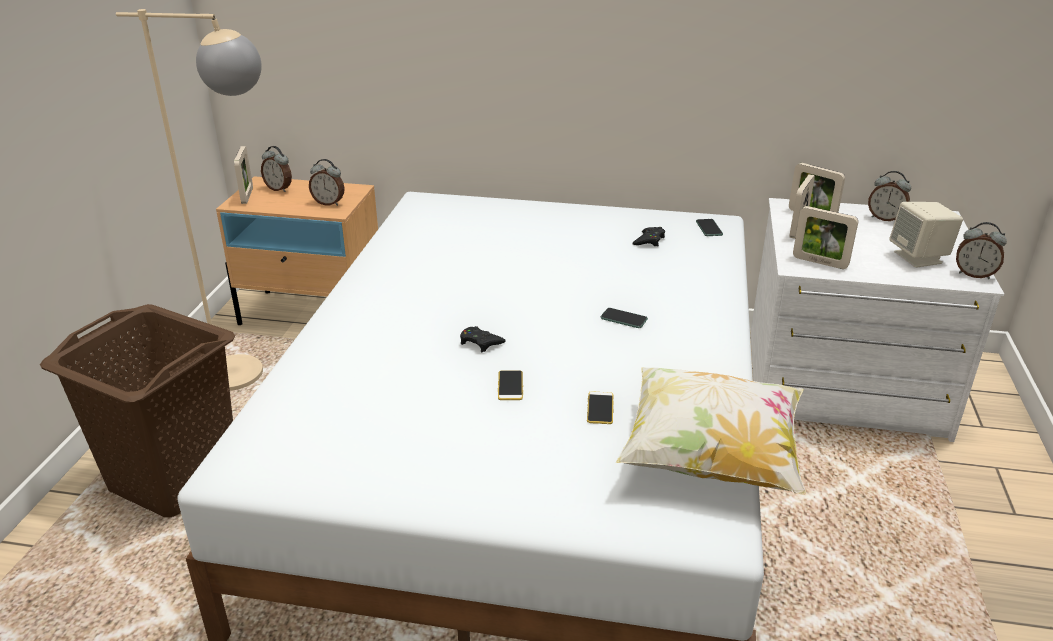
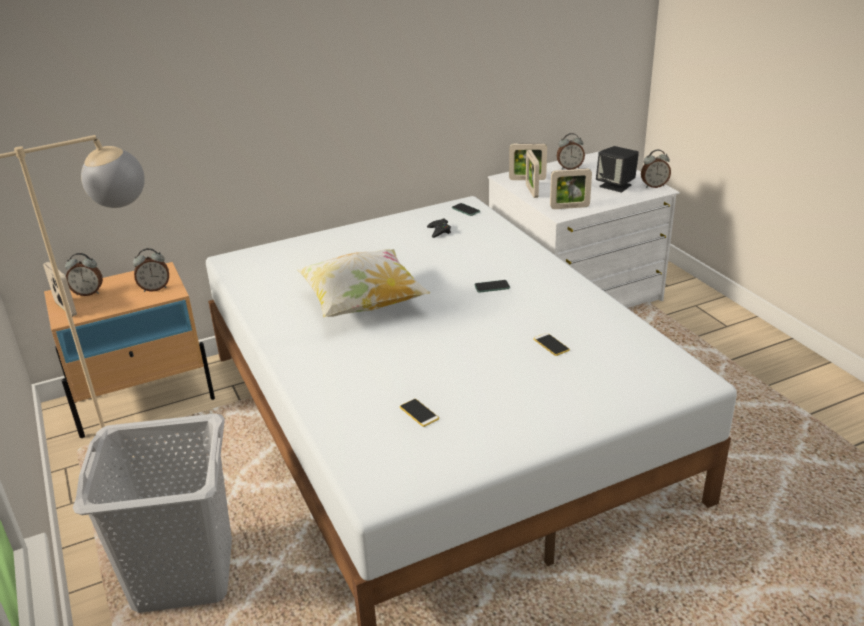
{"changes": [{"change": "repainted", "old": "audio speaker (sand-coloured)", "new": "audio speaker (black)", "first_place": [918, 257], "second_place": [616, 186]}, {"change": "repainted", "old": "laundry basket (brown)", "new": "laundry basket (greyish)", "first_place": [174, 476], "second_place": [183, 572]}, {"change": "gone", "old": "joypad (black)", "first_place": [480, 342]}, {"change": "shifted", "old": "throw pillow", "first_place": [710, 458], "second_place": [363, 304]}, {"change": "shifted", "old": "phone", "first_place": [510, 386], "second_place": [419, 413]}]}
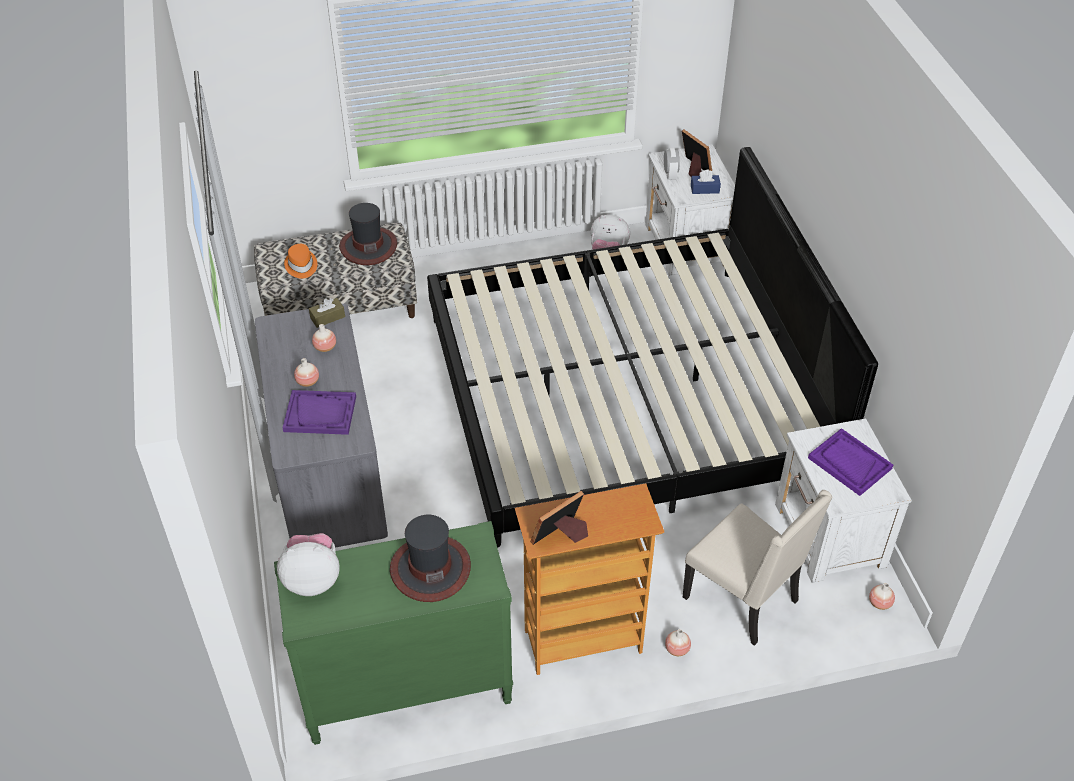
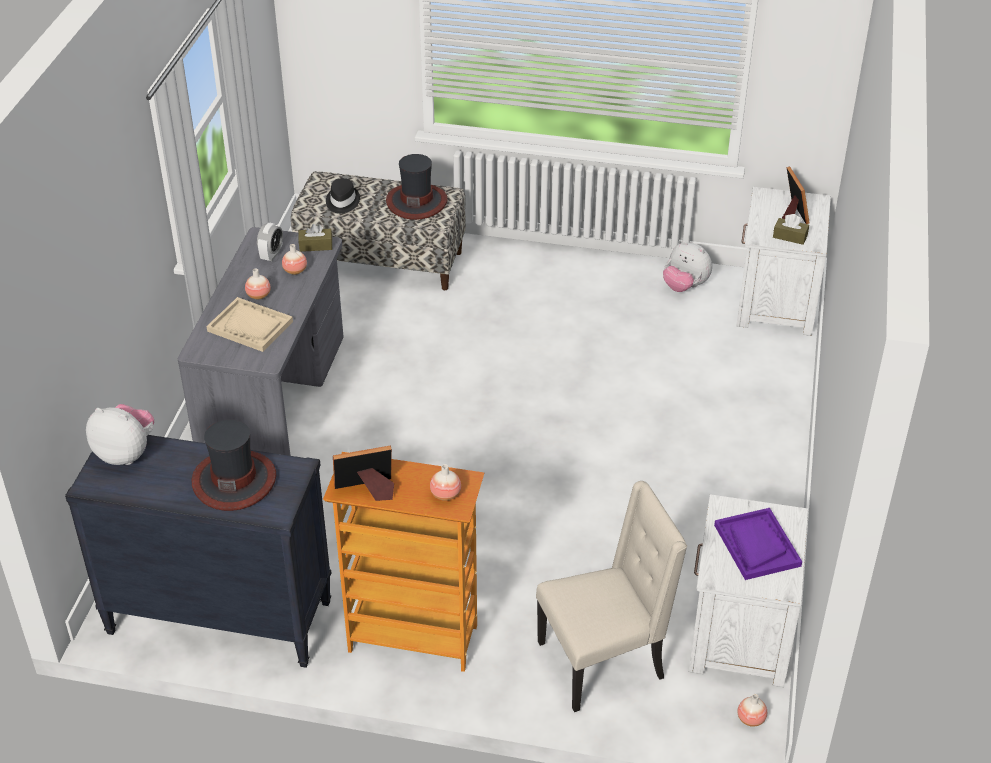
{"changes": [{"change": "gone", "old": "sleeping bed", "first_place": [625, 396]}, {"change": "shifted", "old": "table clock", "first_place": [670, 174], "second_place": [271, 255]}, {"change": "repainted", "old": "tissue box (blue)", "new": "tissue box (brown)", "first_place": [704, 189], "second_place": [790, 236]}, {"change": "repainted", "old": "wearable hat (orange-coloured)", "new": "wearable hat (black)", "first_place": [301, 266], "second_place": [342, 202]}, {"change": "repainted", "old": "tray (purple-coloured)", "new": "tray (sand-coloured)", "first_place": [320, 414], "second_place": [250, 326]}, {"change": "rotated", "old": "chair (sand-coloured)", "first_place": [743, 599], "second_place": [603, 661], "degrees": -90}, {"change": "repainted", "old": "drawer chest (green)", "new": "drawer chest (black)", "first_place": [406, 689], "second_place": [218, 618]}, {"change": "shifted", "old": "flower vase", "first_place": [677, 649], "second_place": [445, 494]}]}
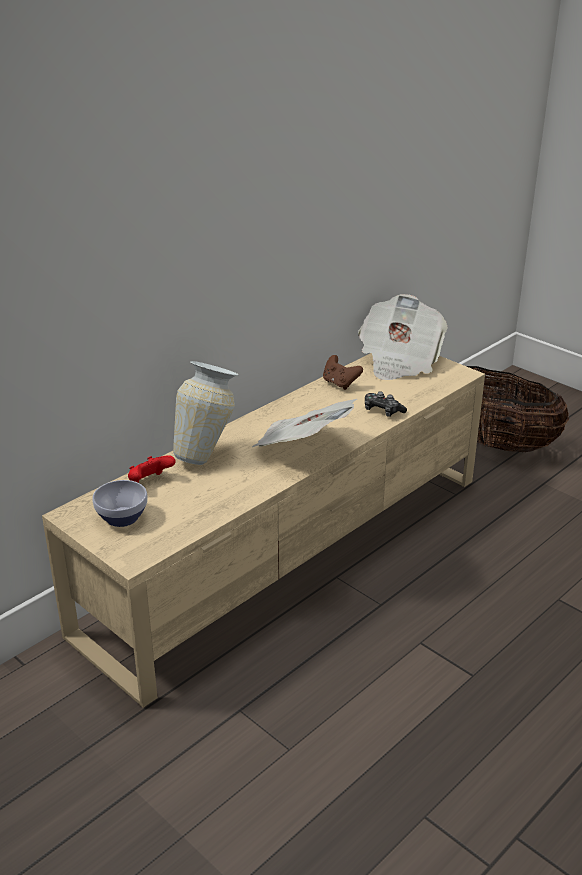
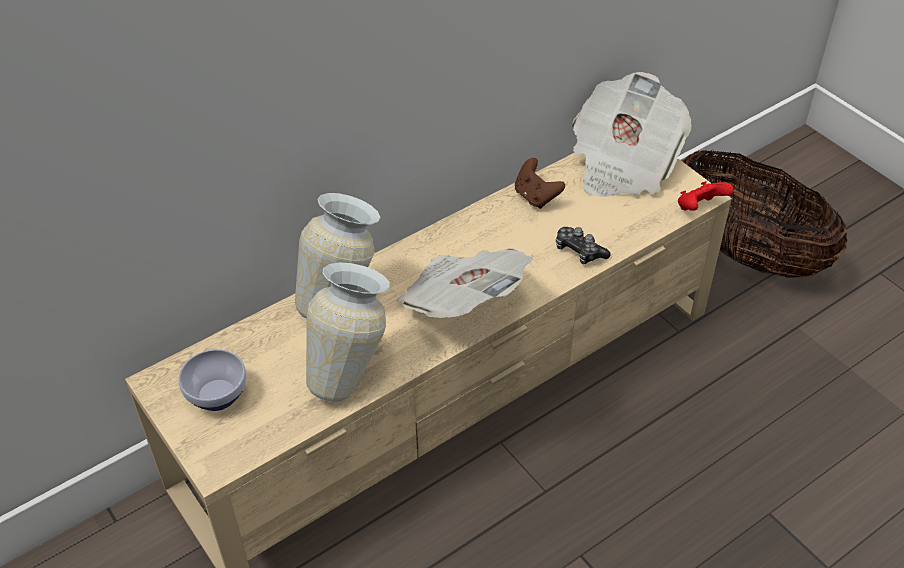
{"changes": [{"change": "shifted", "old": "joypad (red)", "first_place": [150, 482], "second_place": [699, 209]}, {"change": "new", "new": "flower vase", "second_place": [353, 372]}]}
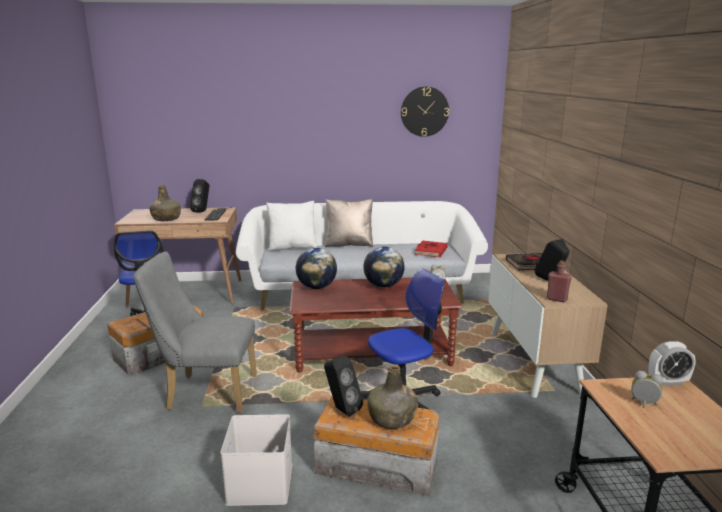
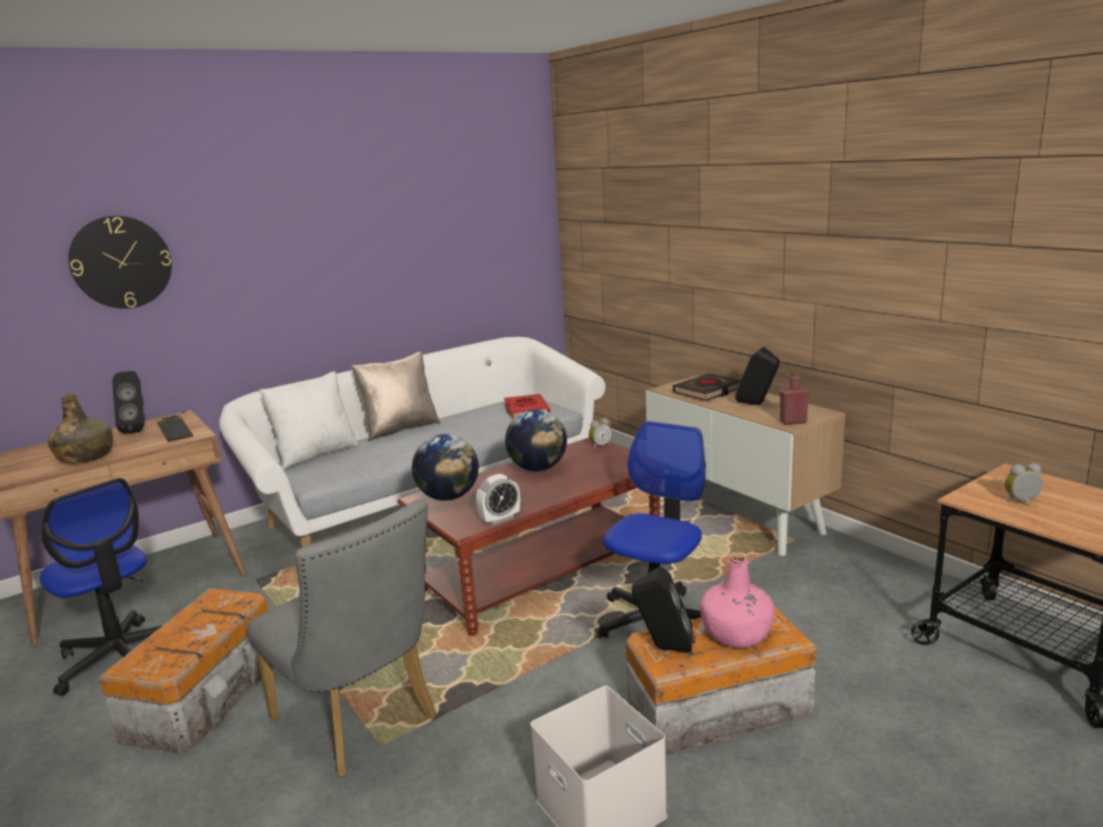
{"changes": [{"change": "shifted", "old": "wall clock", "first_place": [424, 111], "second_place": [121, 262]}, {"change": "rotated", "old": "chair (greyish)", "first_place": [205, 393], "second_place": [362, 723], "degrees": -105}, {"change": "shifted", "old": "table clock", "first_place": [667, 382], "second_place": [500, 519]}, {"change": "repainted", "old": "beverage bottle (green)", "new": "beverage bottle (pink)", "first_place": [392, 419], "second_place": [737, 633]}]}
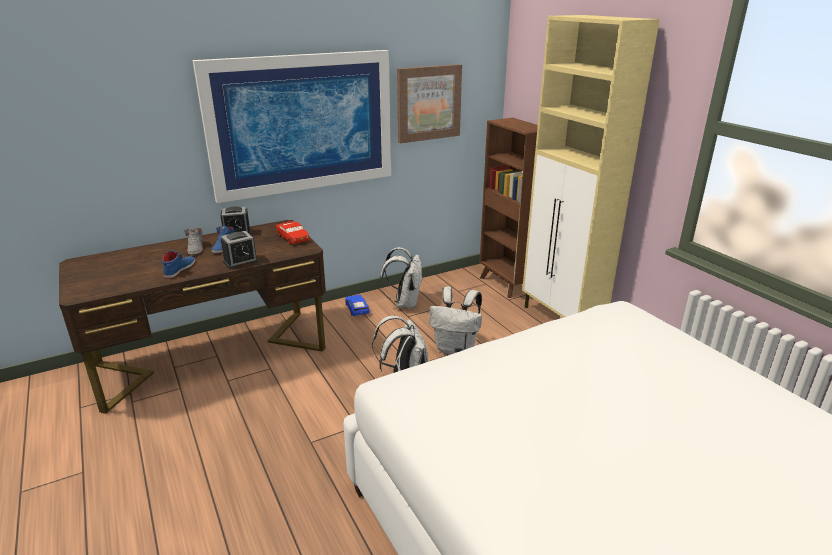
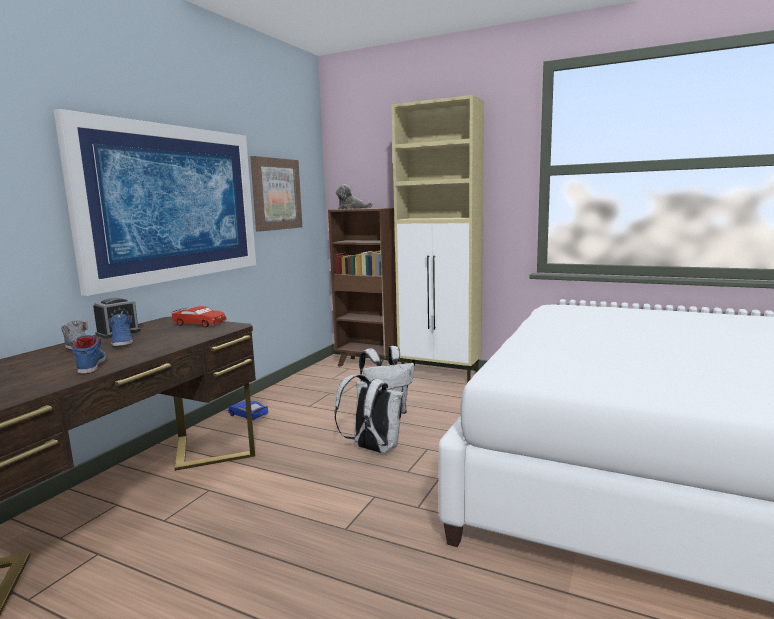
{"changes": [{"change": "gone", "old": "table clock", "first_place": [240, 261]}, {"change": "gone", "old": "rucksack (white-coloured)", "first_place": [405, 303]}, {"change": "new", "new": "soft toy", "second_place": [351, 208]}]}
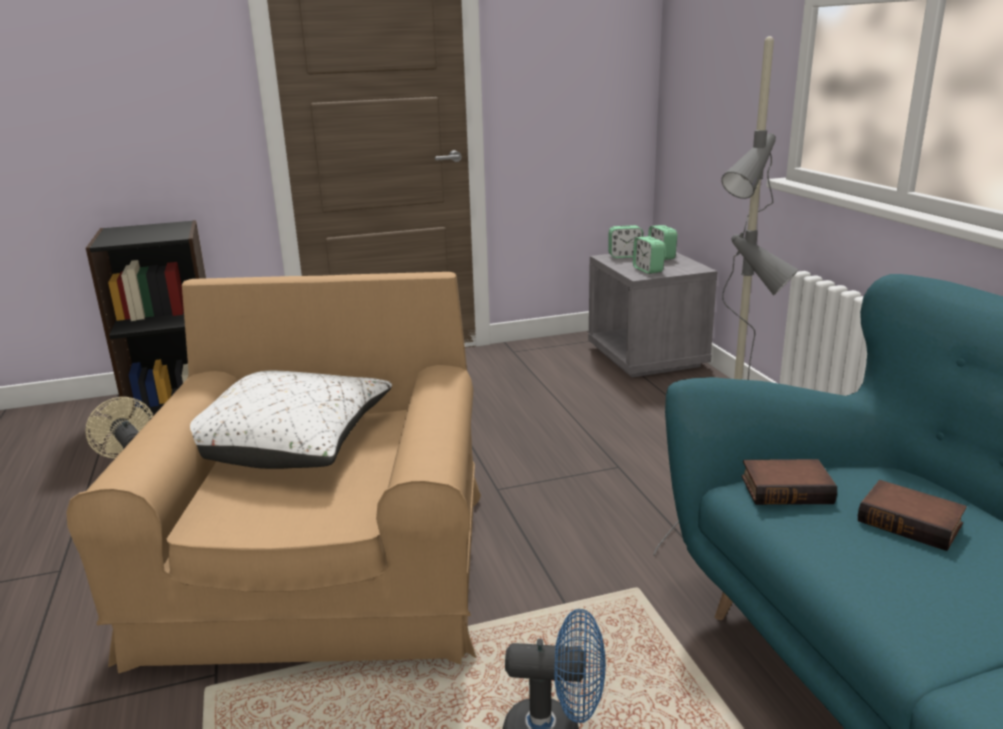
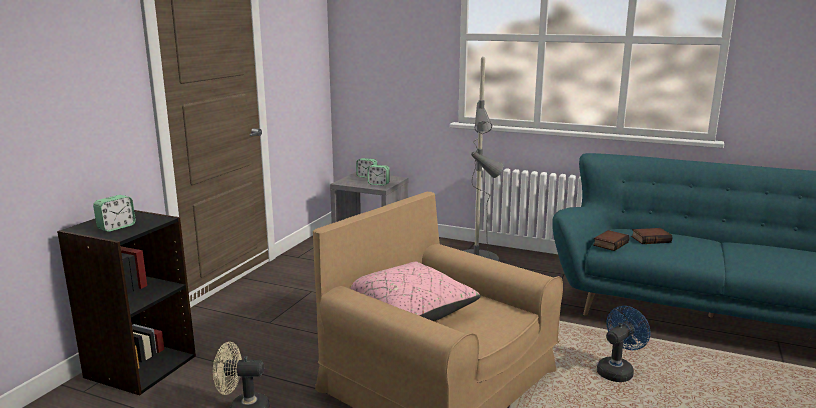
{"changes": [{"change": "shifted", "old": "table clock", "first_place": [625, 256], "second_place": [116, 227]}, {"change": "repainted", "old": "throw pillow (white-coloured)", "new": "throw pillow (pink)", "first_place": [291, 444], "second_place": [408, 310]}]}
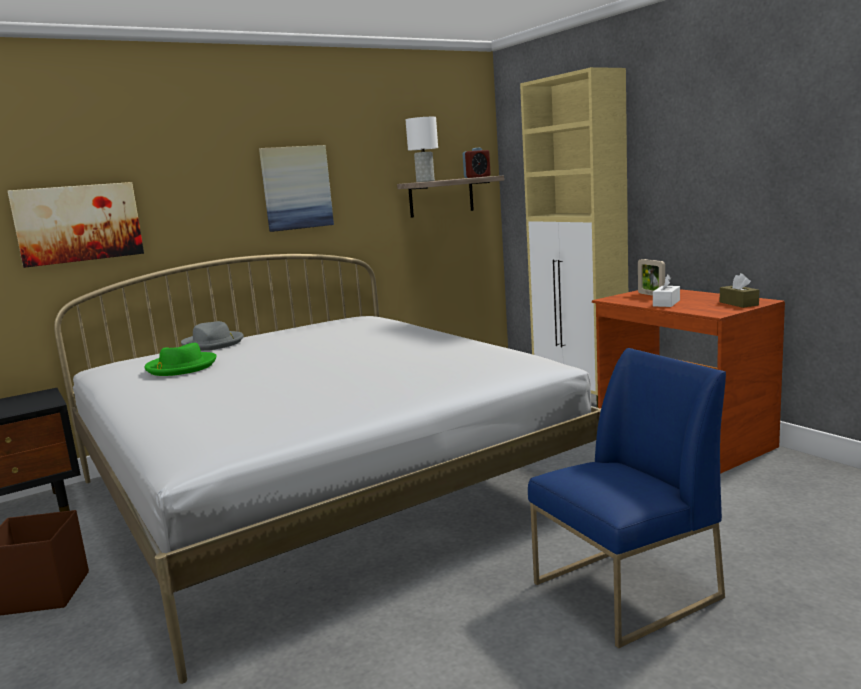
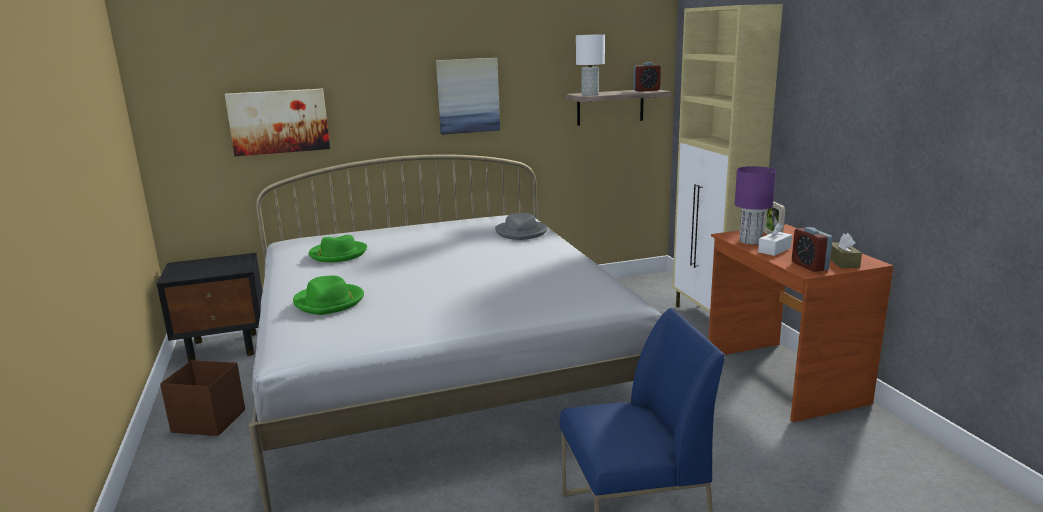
{"changes": [{"change": "shifted", "old": "wearable hat (greyish)", "first_place": [213, 344], "second_place": [521, 232]}, {"change": "new", "new": "table lamp (purple-coloured)", "second_place": [750, 241]}, {"change": "new", "new": "table clock", "second_place": [809, 266]}, {"change": "new", "new": "wearable hat (green)", "second_place": [329, 302]}]}
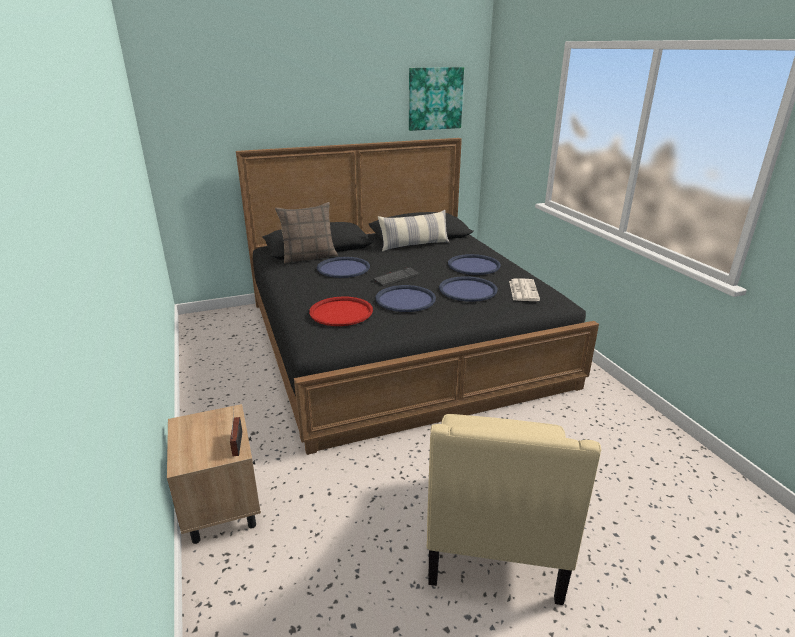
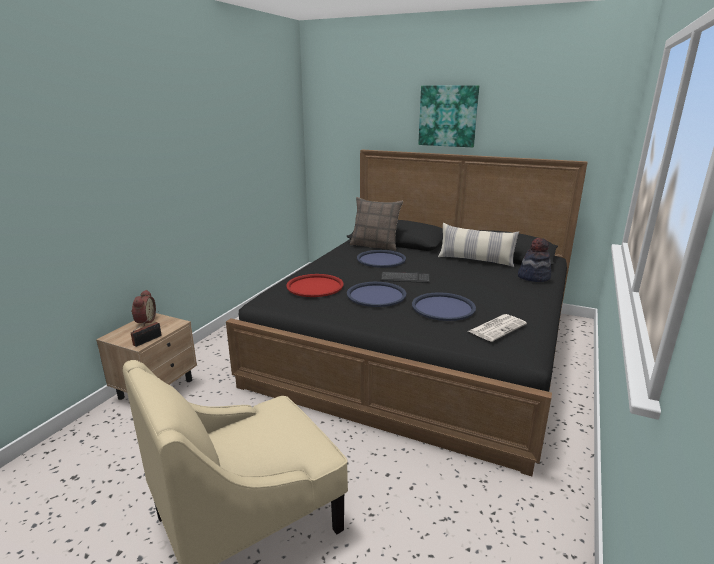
{"changes": [{"change": "shifted", "old": "wall picture", "first_place": [435, 98], "second_place": [448, 116]}, {"change": "gone", "old": "tray (blue)", "first_place": [474, 265]}, {"change": "new", "new": "wearable hat", "second_place": [533, 277]}, {"change": "new", "new": "table clock", "second_place": [144, 321]}]}
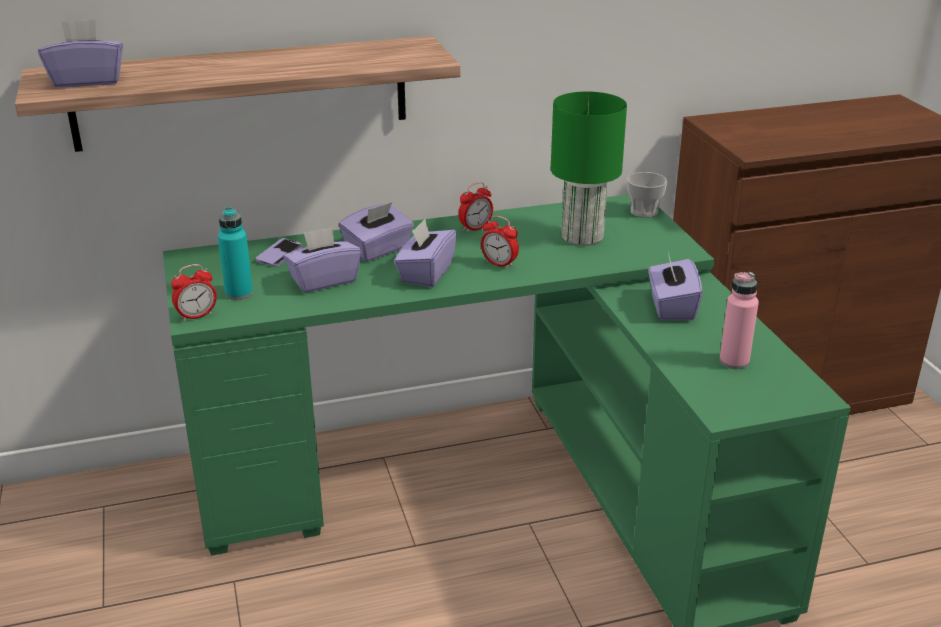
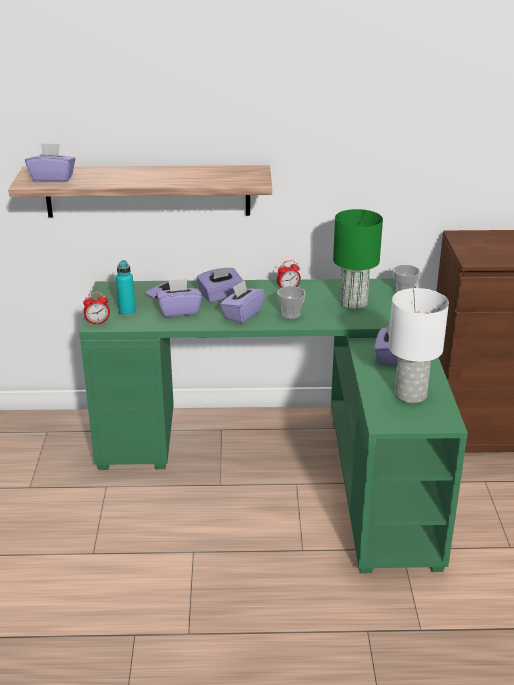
{"changes": [{"change": "swapped", "old": "table clock", "new": "small cup", "first_place": [499, 264], "second_place": [290, 314]}, {"change": "swapped", "old": "beverage bottle (pink)", "new": "table lamp (white-coloured)", "first_place": [734, 361], "second_place": [409, 394]}]}
